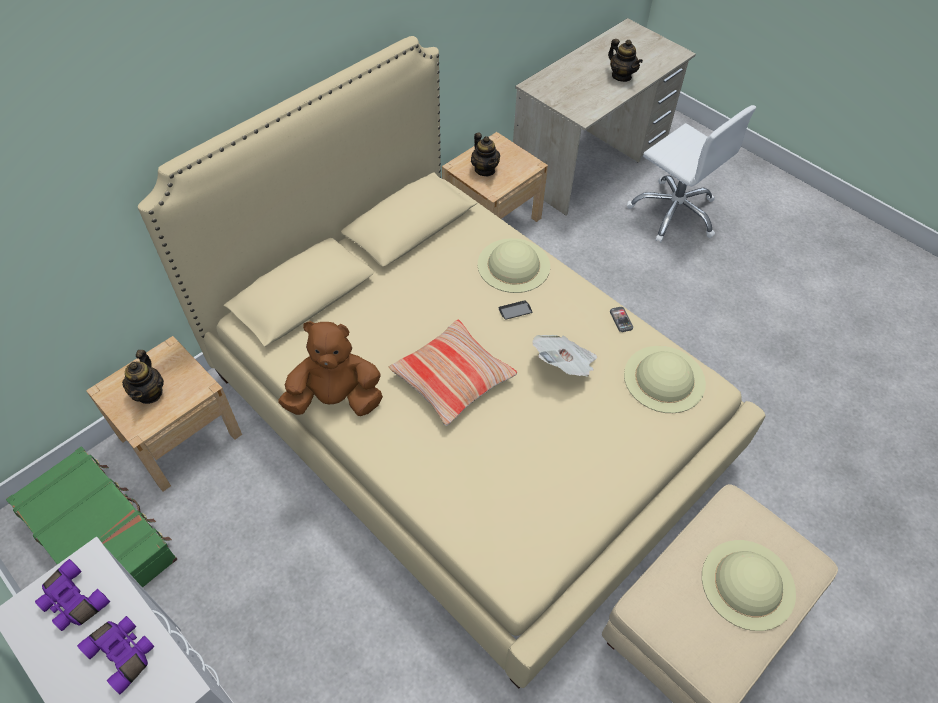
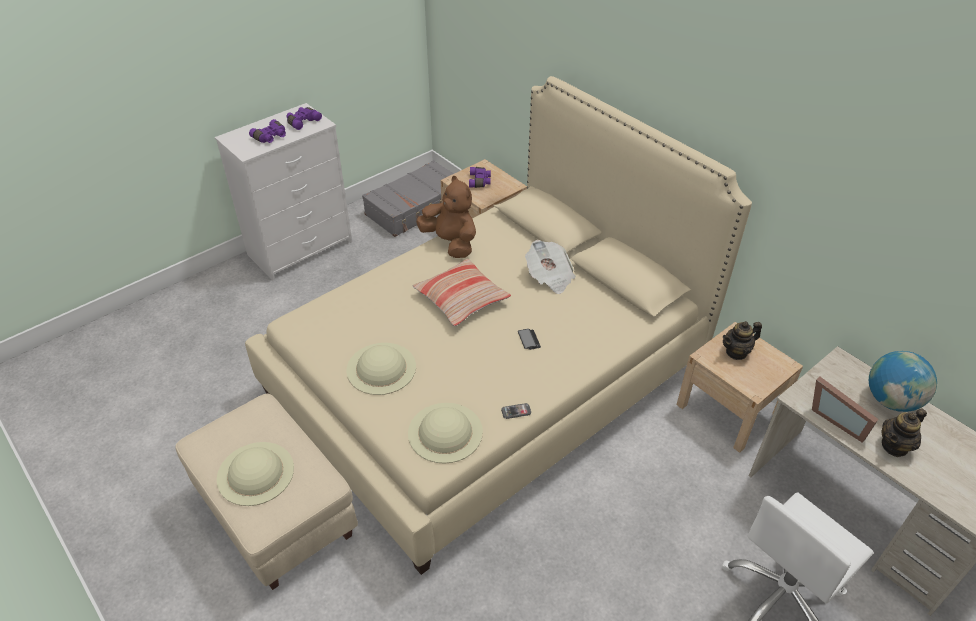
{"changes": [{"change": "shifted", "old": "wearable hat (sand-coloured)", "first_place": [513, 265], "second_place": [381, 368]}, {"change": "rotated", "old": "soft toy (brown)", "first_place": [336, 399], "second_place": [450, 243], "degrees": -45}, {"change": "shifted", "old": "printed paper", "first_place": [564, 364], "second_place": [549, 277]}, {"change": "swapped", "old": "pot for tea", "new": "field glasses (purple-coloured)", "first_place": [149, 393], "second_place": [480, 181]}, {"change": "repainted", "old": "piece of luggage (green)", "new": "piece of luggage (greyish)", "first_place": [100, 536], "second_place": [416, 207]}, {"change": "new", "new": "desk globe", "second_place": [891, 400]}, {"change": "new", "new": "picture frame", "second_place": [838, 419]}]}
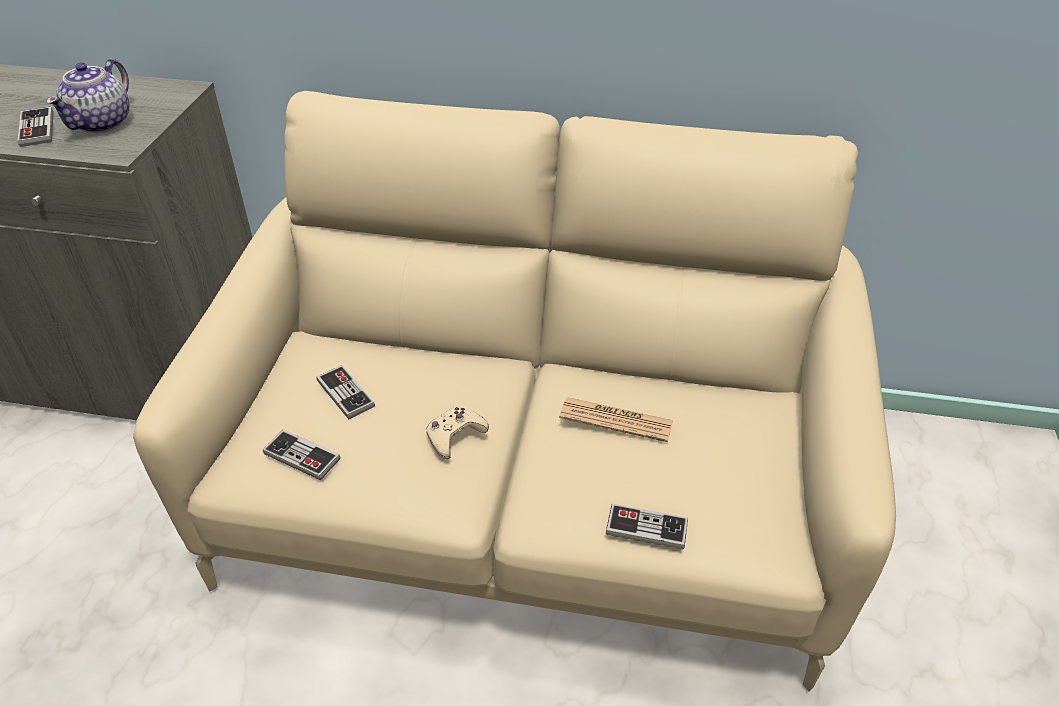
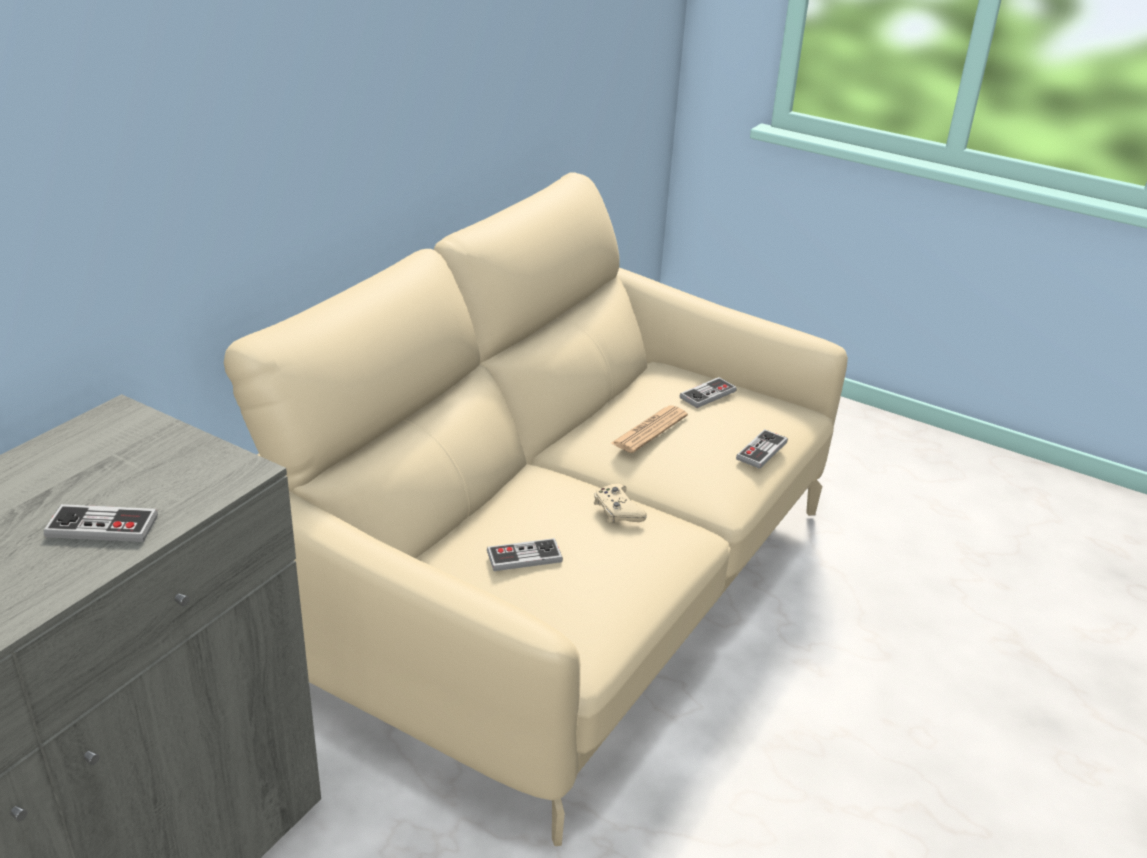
{"changes": [{"change": "gone", "old": "pot for tea", "first_place": [102, 123]}, {"change": "shifted", "old": "joypad", "first_place": [302, 456], "second_place": [708, 394]}]}
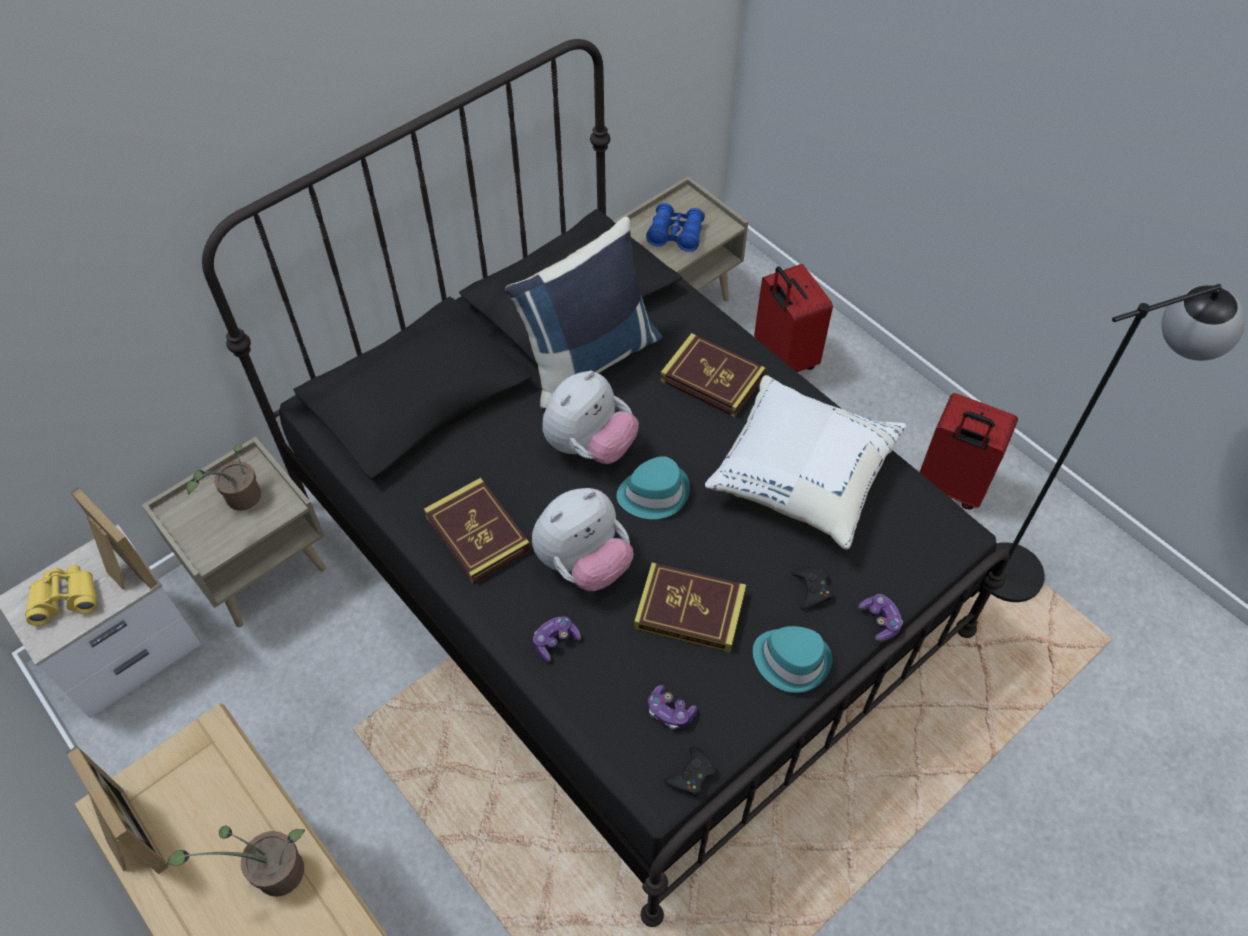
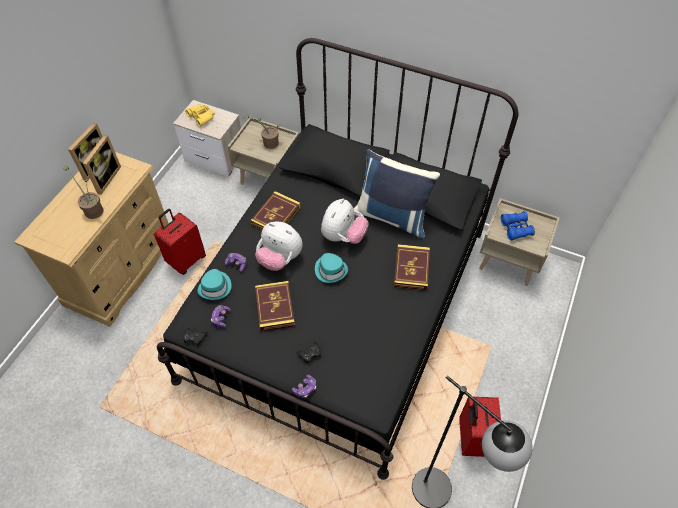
{"changes": [{"change": "shifted", "old": "piece of luggage (red)", "first_place": [783, 358], "second_place": [186, 260]}, {"change": "rotated", "old": "soft toy", "first_place": [590, 446], "second_place": [343, 236], "degrees": -75}, {"change": "gone", "old": "throw pillow (white-coloured)", "first_place": [800, 475]}, {"change": "shifted", "old": "picture frame", "first_place": [122, 568], "second_place": [105, 178]}, {"change": "shifted", "old": "wearable hat (turquoise-coloured)", "first_place": [792, 659], "second_place": [215, 287]}]}
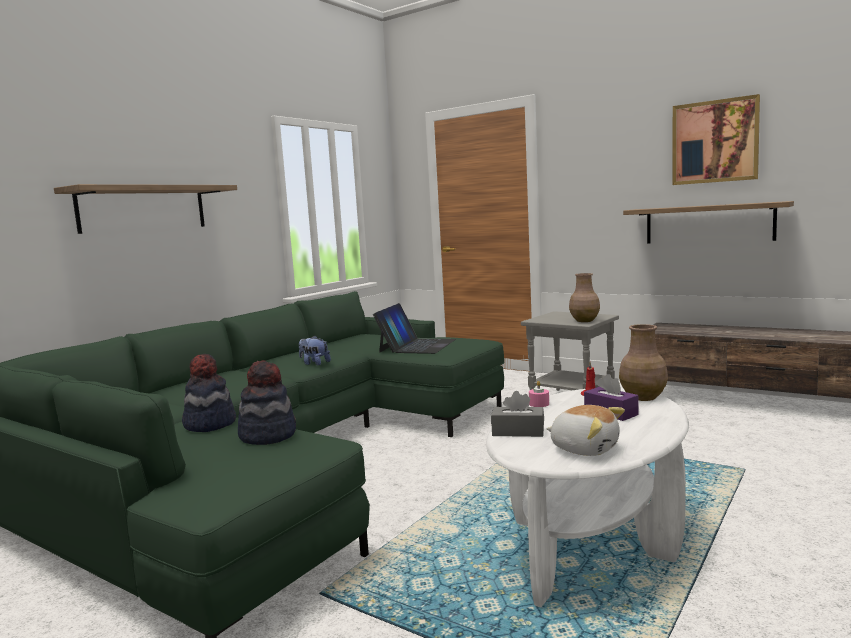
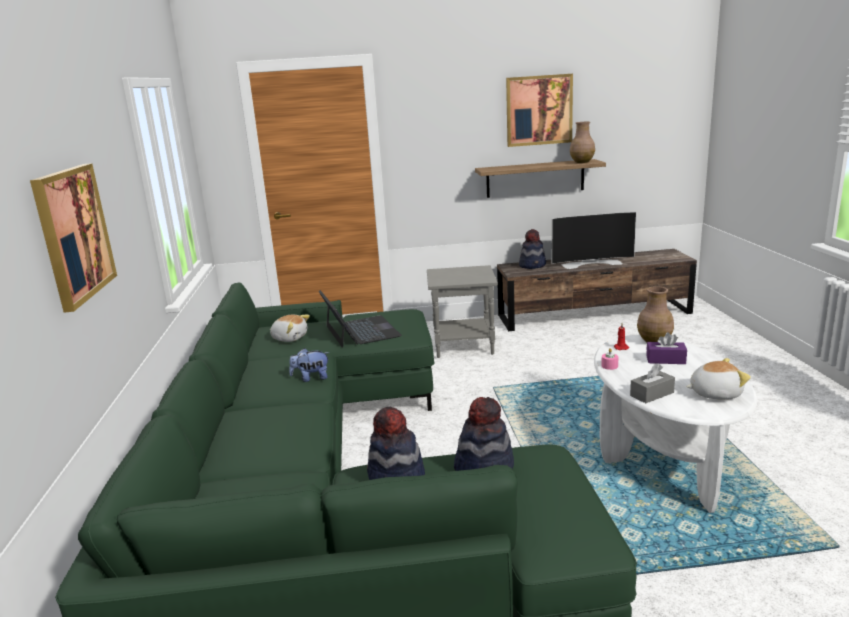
{"changes": [{"change": "swapped", "old": "bracket shelf", "new": "wall picture", "first_place": [143, 208], "second_place": [73, 234]}, {"change": "shifted", "old": "flower vase (brown)", "first_place": [584, 321], "second_place": [582, 162]}, {"change": "new", "new": "TV set", "second_place": [591, 263]}, {"change": "new", "new": "wearable hat", "second_place": [533, 265]}, {"change": "new", "new": "soft toy", "second_place": [290, 338]}]}
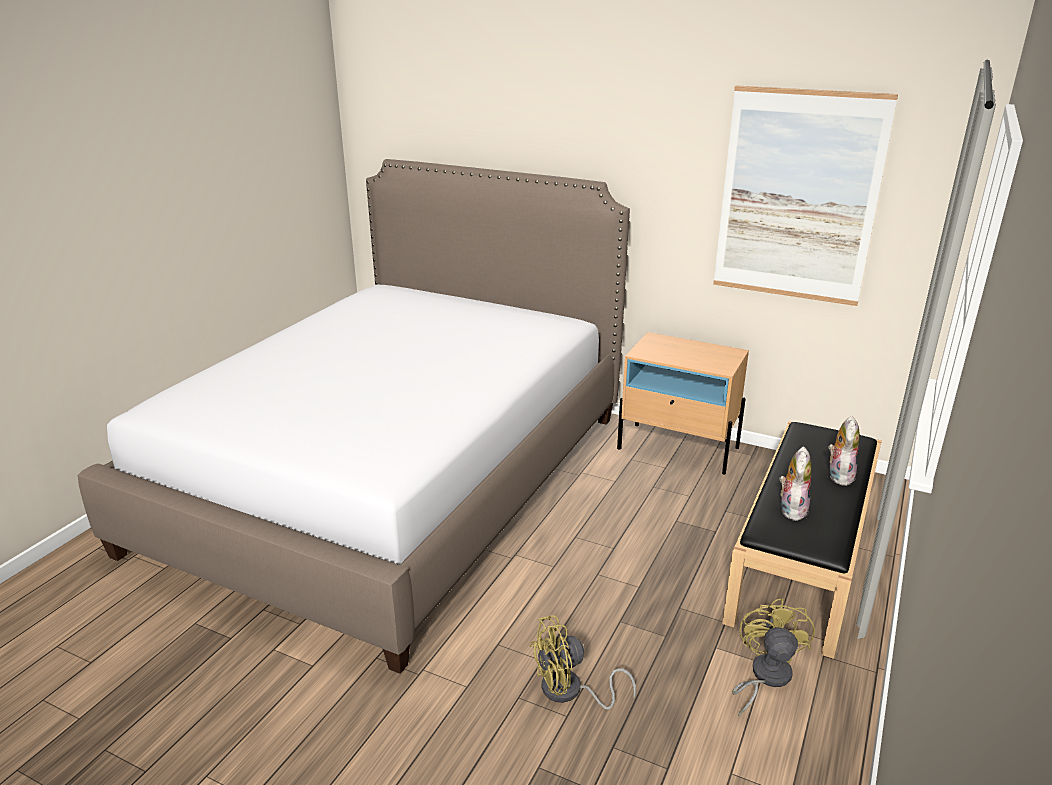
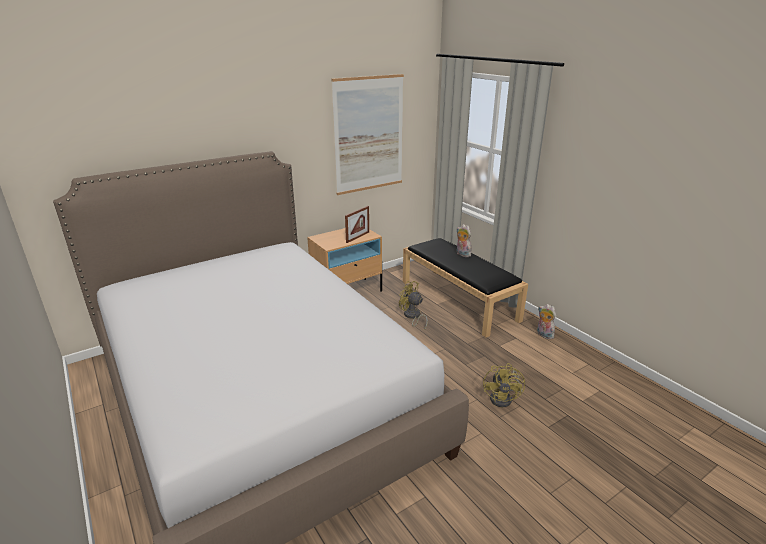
{"changes": [{"change": "shifted", "old": "soft toy", "first_place": [791, 509], "second_place": [543, 335]}, {"change": "shifted", "old": "cooling fan (yellow-coloured)", "first_place": [764, 677], "second_place": [412, 316]}, {"change": "new", "new": "picture frame", "second_place": [357, 237]}]}
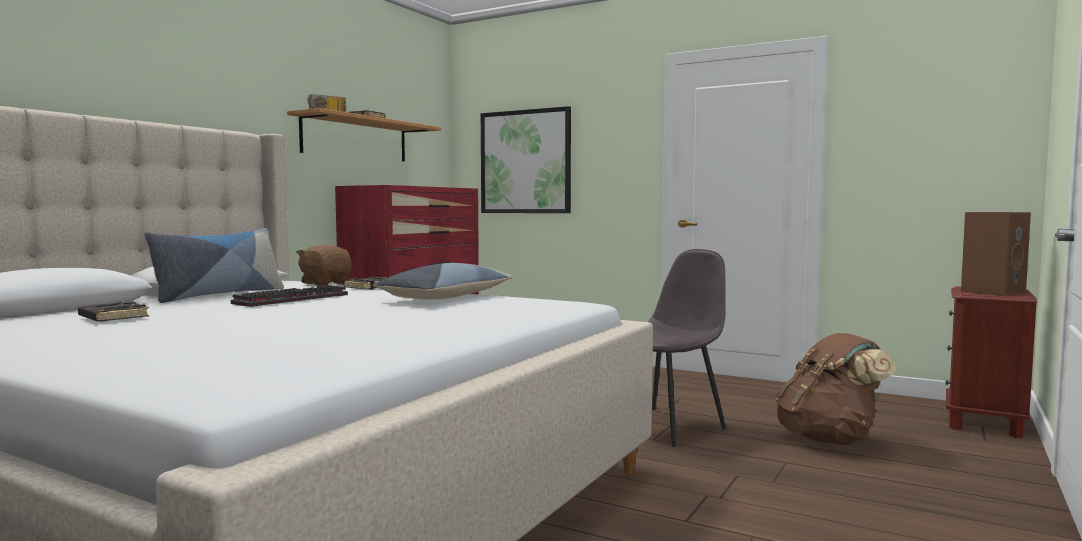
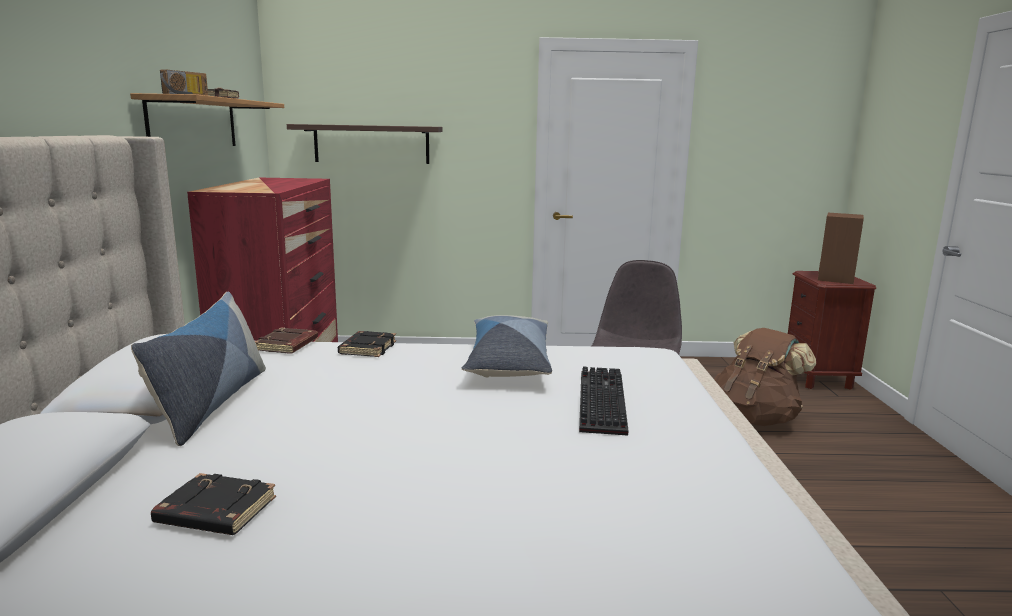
{"changes": [{"change": "swapped", "old": "wall picture", "new": "bracket shelf", "first_place": [525, 162], "second_place": [371, 144]}, {"change": "swapped", "old": "soft toy (brown)", "new": "volume (brown)", "first_place": [325, 283], "second_place": [287, 345]}, {"change": "shifted", "old": "computer keyboard", "first_place": [292, 299], "second_place": [599, 401]}]}
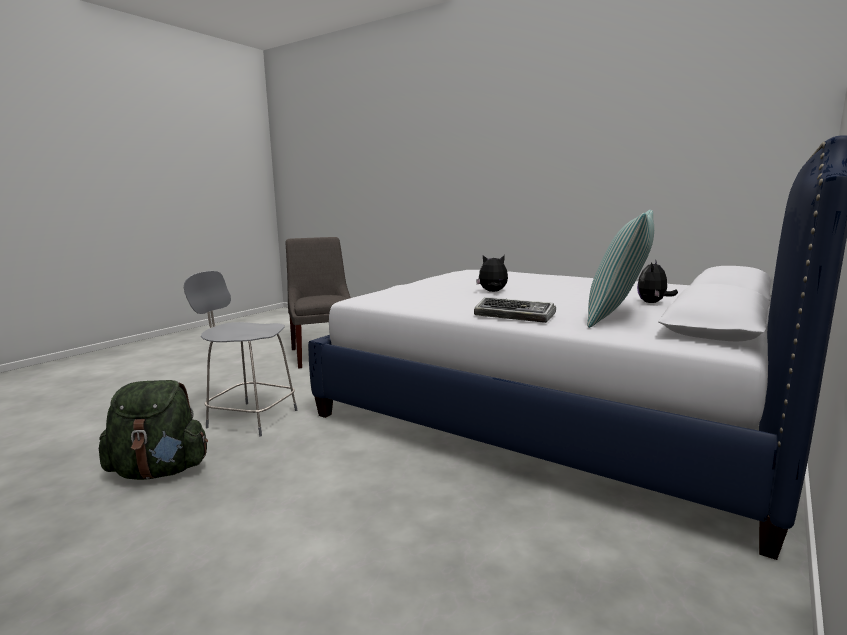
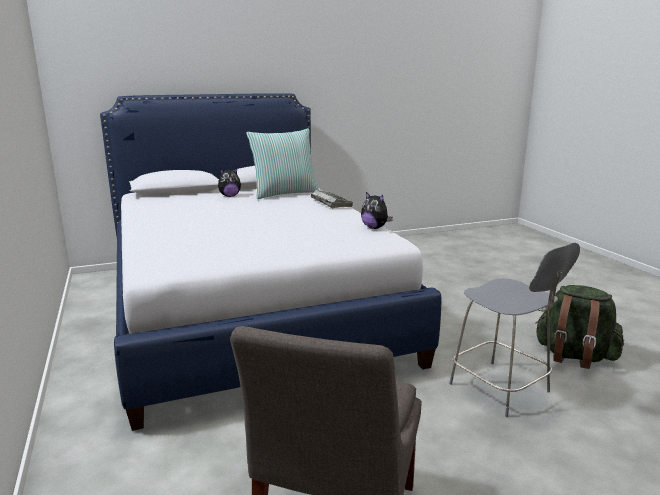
{"changes": [{"change": "shifted", "old": "soft toy", "first_place": [492, 292], "second_place": [375, 228]}]}
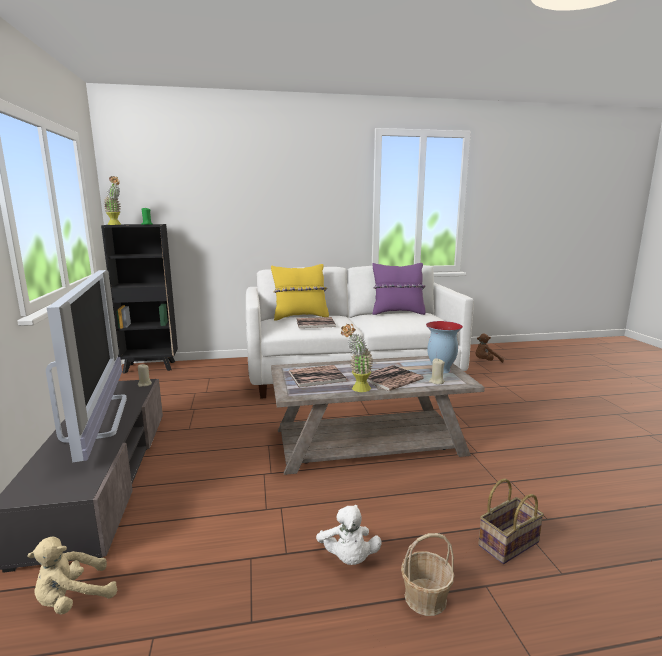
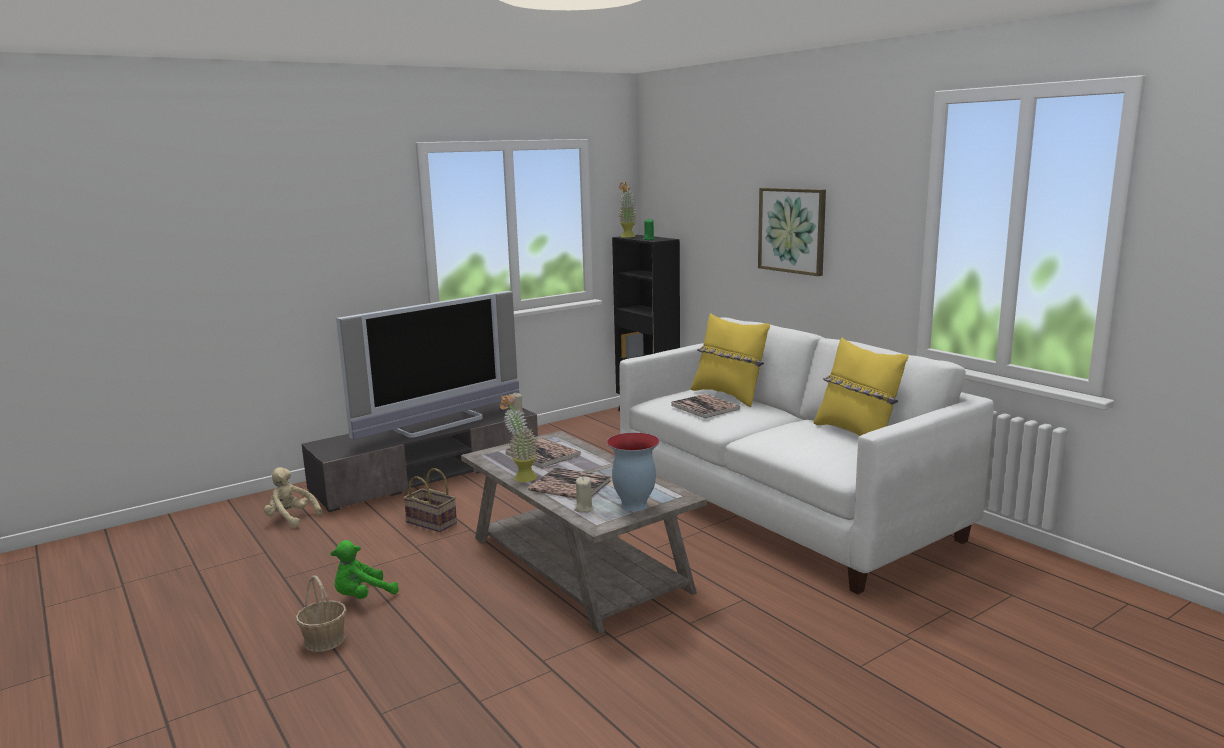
{"changes": [{"change": "repainted", "old": "throw pillow (purple-coloured)", "new": "throw pillow (yellow-coloured)", "first_place": [397, 313], "second_place": [856, 434]}, {"change": "gone", "old": "soft toy (brown)", "first_place": [486, 362]}, {"change": "shifted", "old": "basket", "first_place": [508, 542], "second_place": [433, 522]}, {"change": "repainted", "old": "soft toy (white-coloured)", "new": "soft toy (green)", "first_place": [348, 558], "second_place": [362, 597]}, {"change": "new", "new": "wall picture", "second_place": [792, 230]}]}
